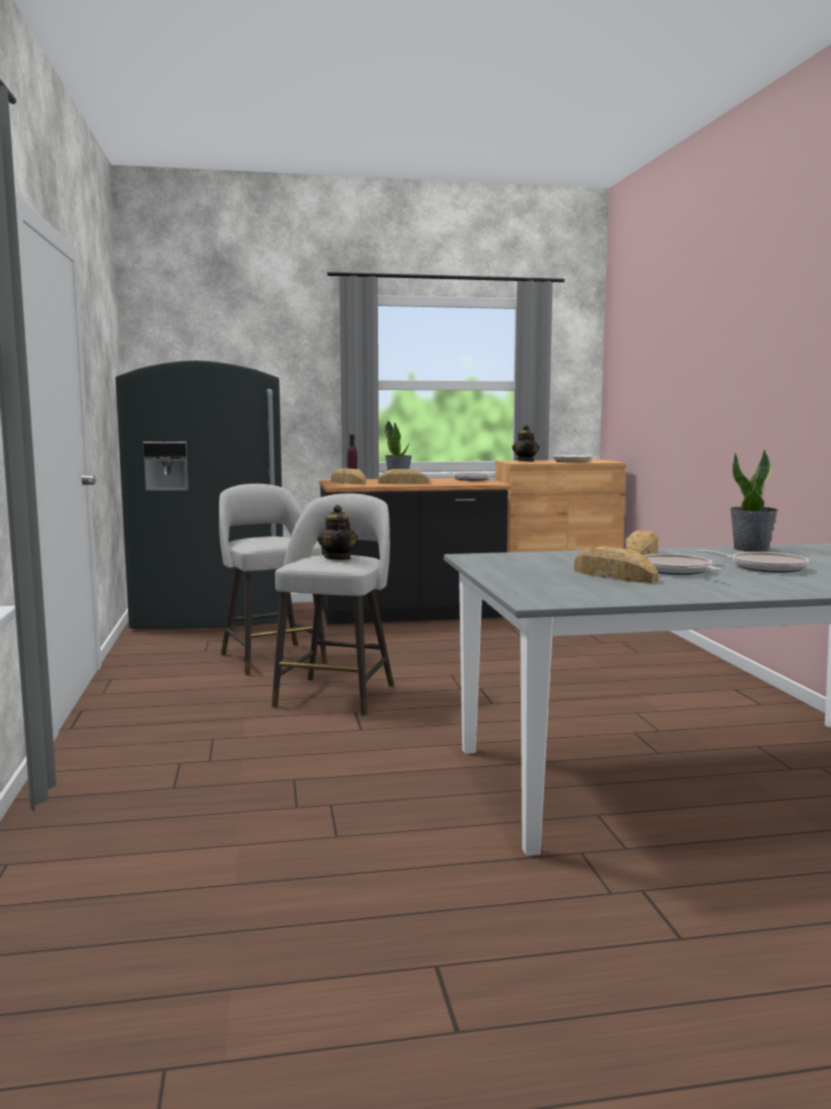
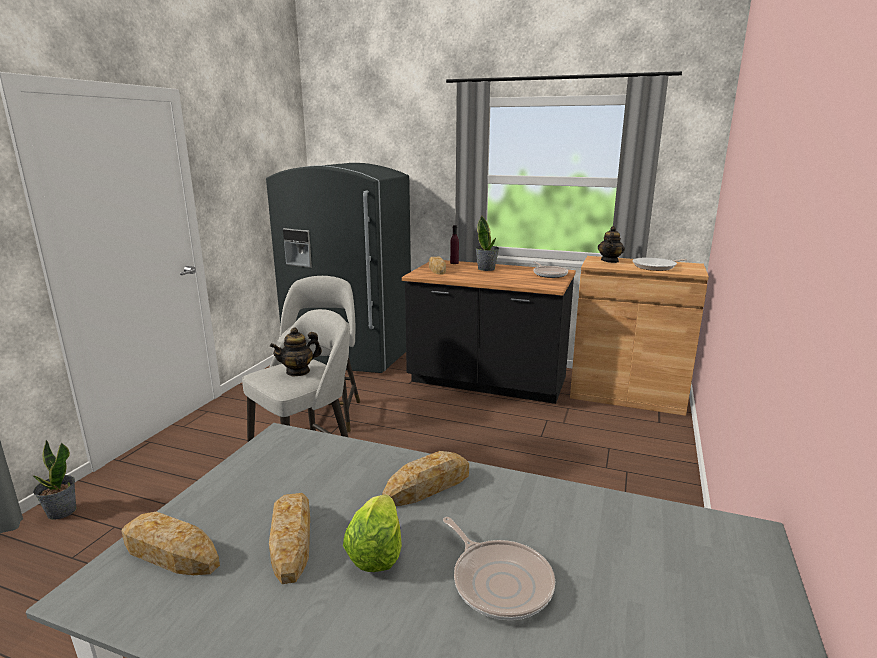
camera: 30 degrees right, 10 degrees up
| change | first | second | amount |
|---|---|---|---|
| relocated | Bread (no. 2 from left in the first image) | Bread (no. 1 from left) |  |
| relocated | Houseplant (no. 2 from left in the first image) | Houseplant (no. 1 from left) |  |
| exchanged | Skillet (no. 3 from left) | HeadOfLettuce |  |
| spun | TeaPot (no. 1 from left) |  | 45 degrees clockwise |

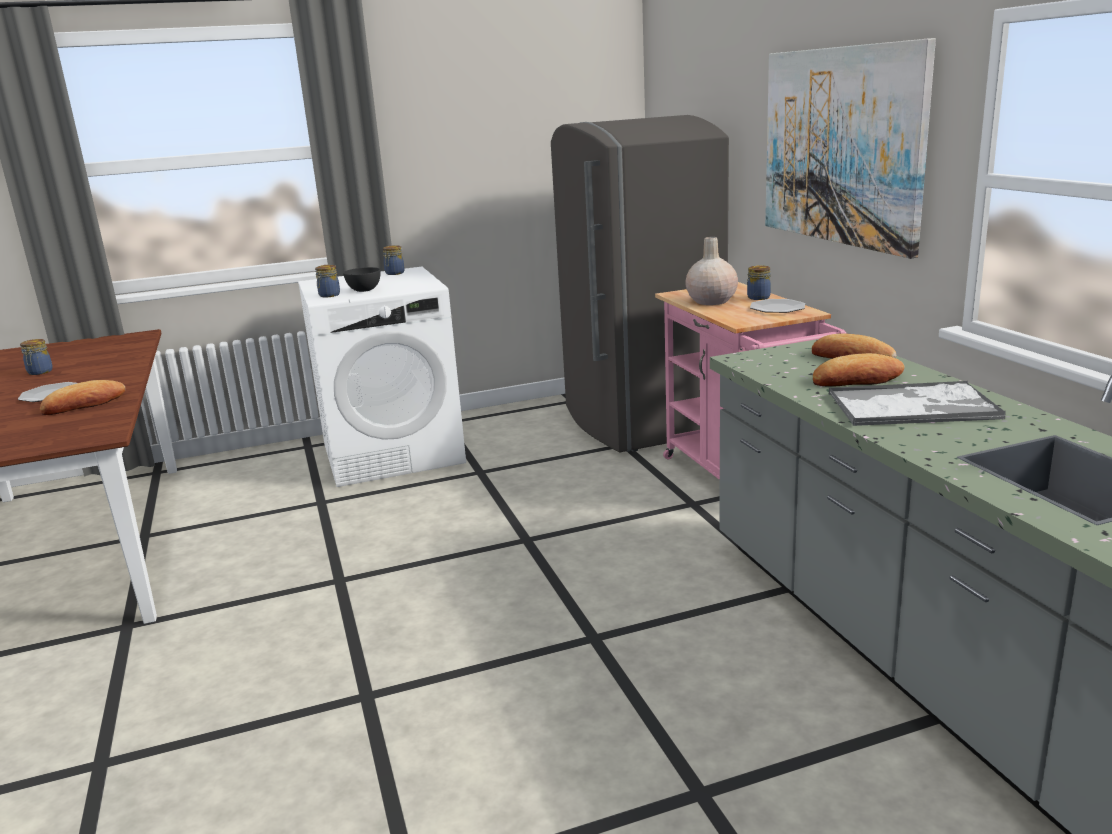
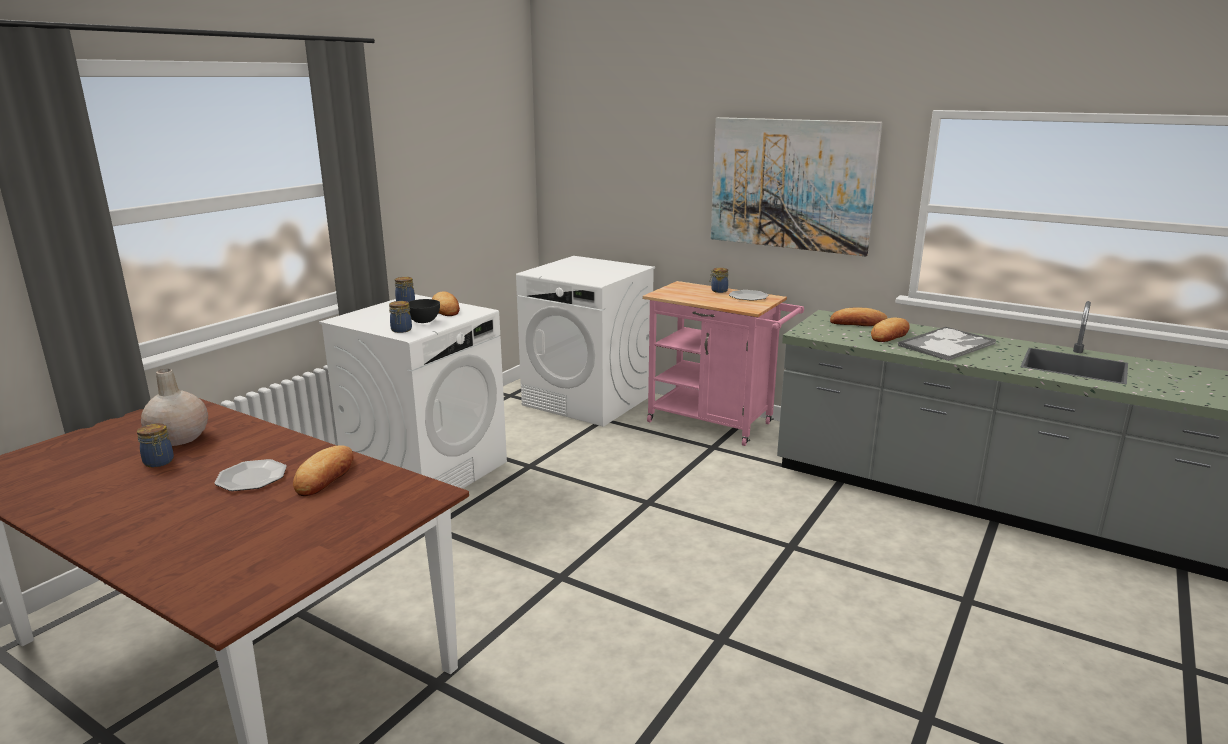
camera: 40 degrees left, 0 degrees up
| change | first | second | amount |
|---|---|---|---|
| appeared |  | Bread (no. 2 from left) |  |
| relocated | SandColouredVase |  |  |
| exchanged | GreyishRefrigerator | WhitishLaundryMachine (no. 2 from left) |  |

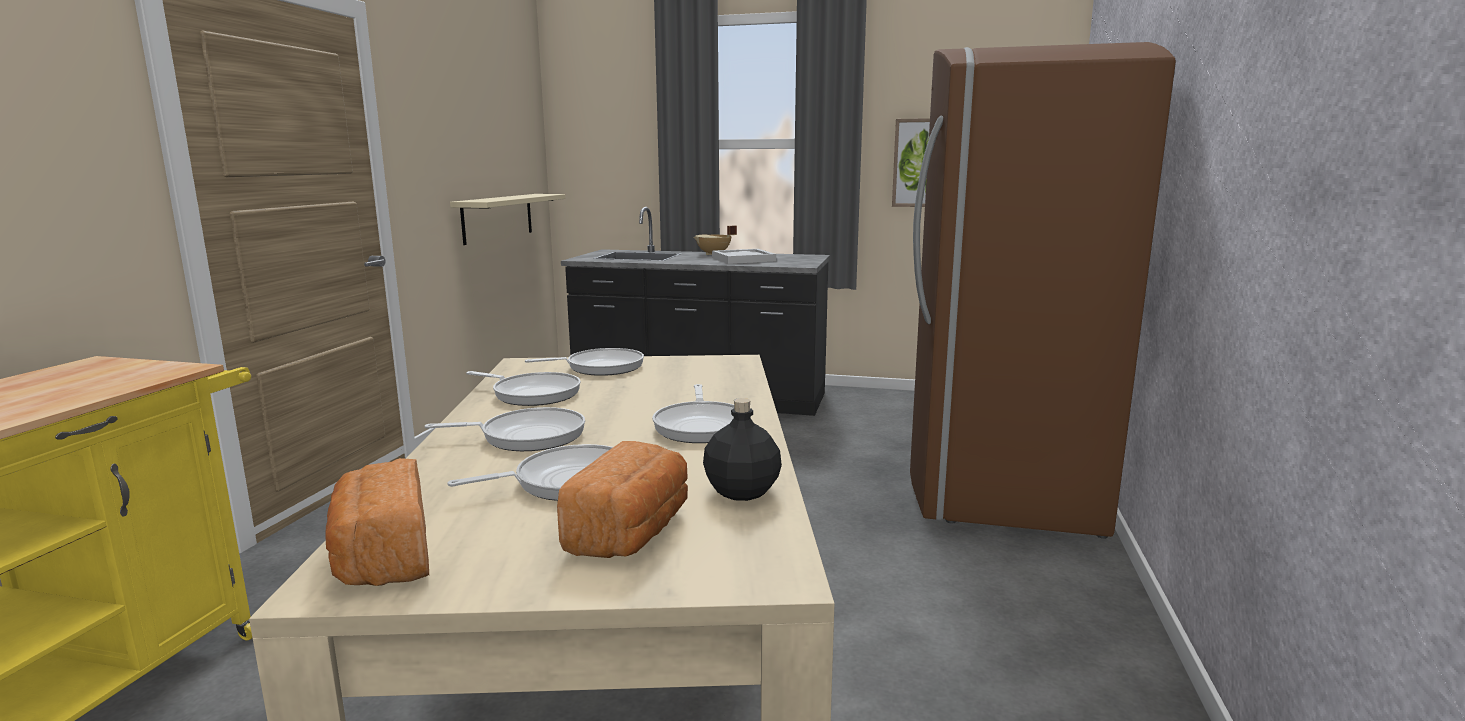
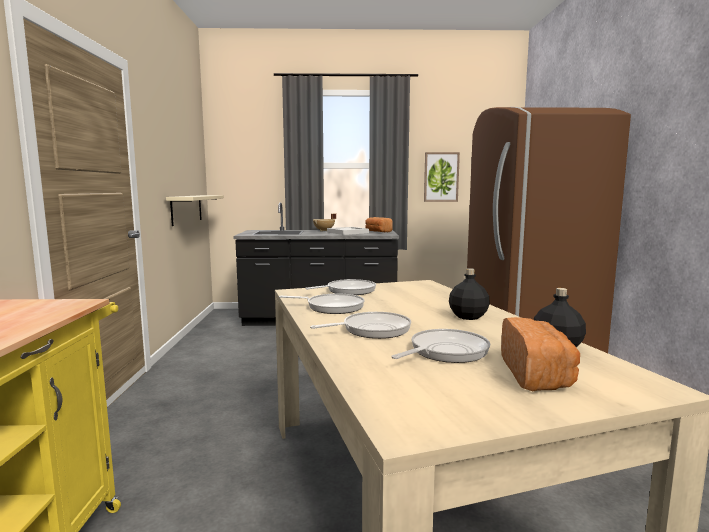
camera: 15 degrees left, 5 degrees down
| change | first | second | amount |
|---|---|---|---|
| relocated | Bread (no. 1 from left) |  |  |
| exchanged | Skillet (no. 5 from left) | BlackColouredBeverageBottle (no. 1 from left) |  |

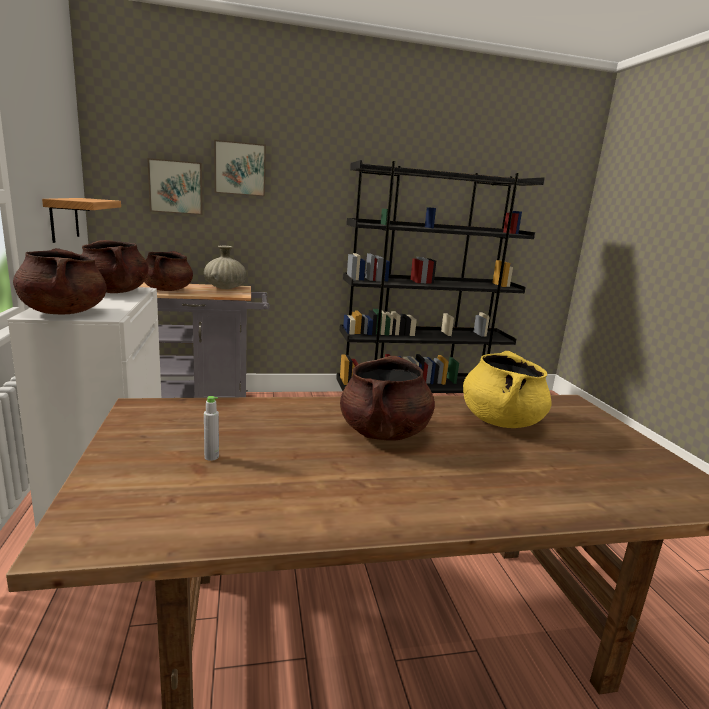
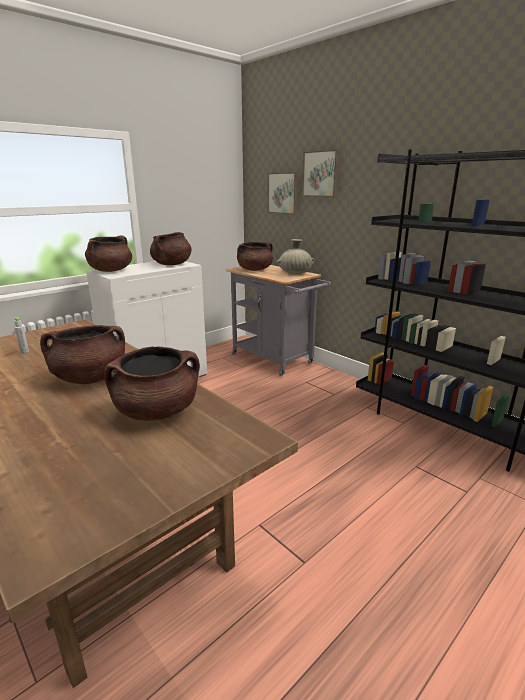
camera: 60 degrees right, 5 degrees up
| change | first | second | amount |
|---|---|---|---|
| missing | Shelf |  |  |
| colour | YellowishStockpot | BrownishStockpot (no. 3 from left) |  |

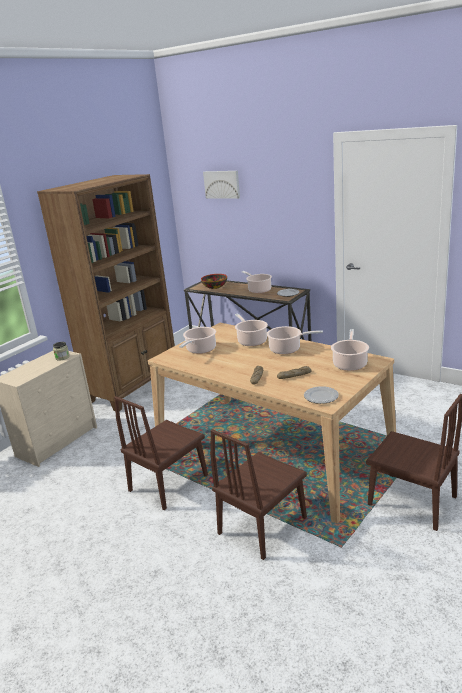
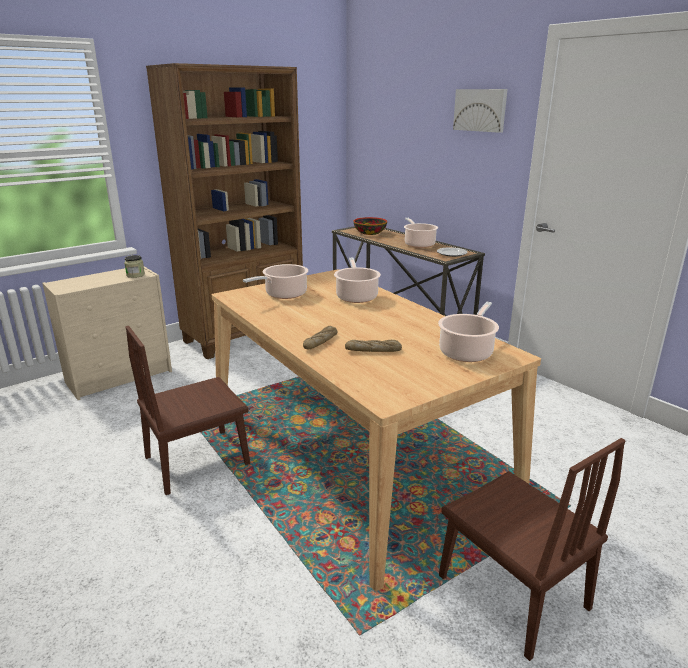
camera: 15 degrees right, 0 degrees up
| change | first | second | amount |
|---|---|---|---|
| missing | BrownishPlainChair (no. 2 from left) |  |  |
| missing | Stockpot (no. 4 from left) |  |  |
| missing | DinnerPlate (no. 2 from left) |  |  |
| relocated | Picture |  |  |

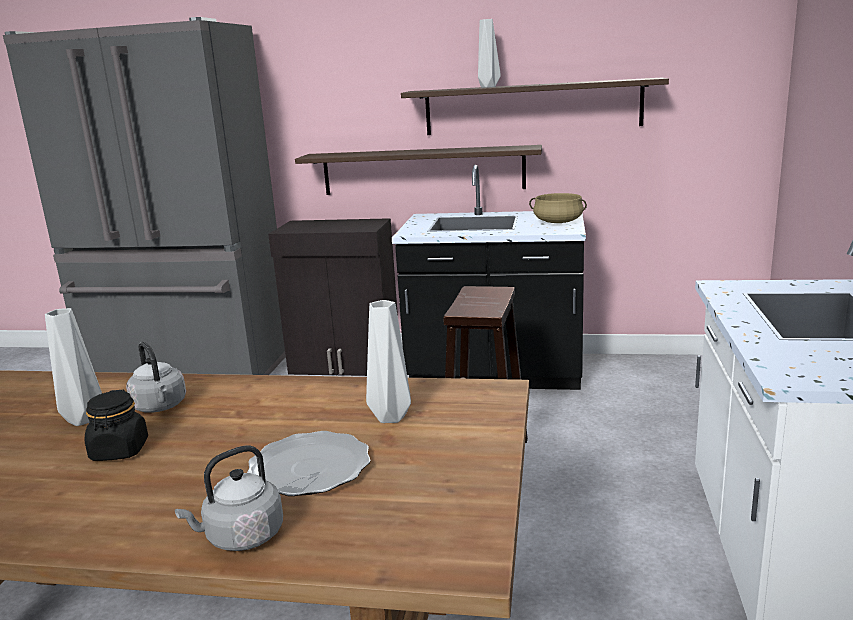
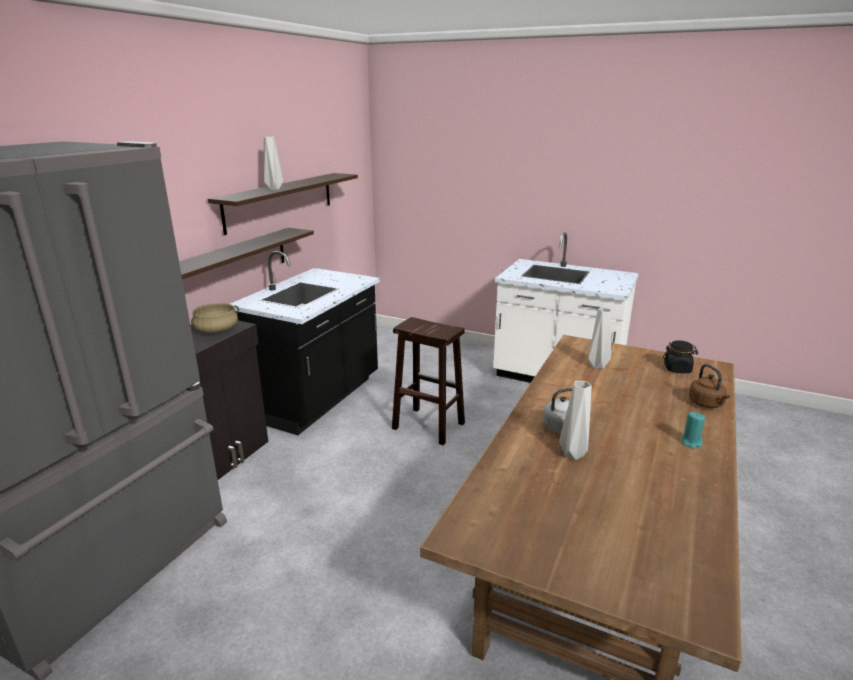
camera: 75 degrees left, 5 degrees up
| change | first | second | amount |
|---|---|---|---|
| missing | DinnerPlate |  |  |
| appeared |  | TurquoiseWaxLight |  |
| relocated | BlackColouredStorageJar |  |  |
| relocated | SandColouredStockpot |  |  |
| colour | GreyishWaterKettle (no. 2 from left) | BrownishWaterKettle |  |

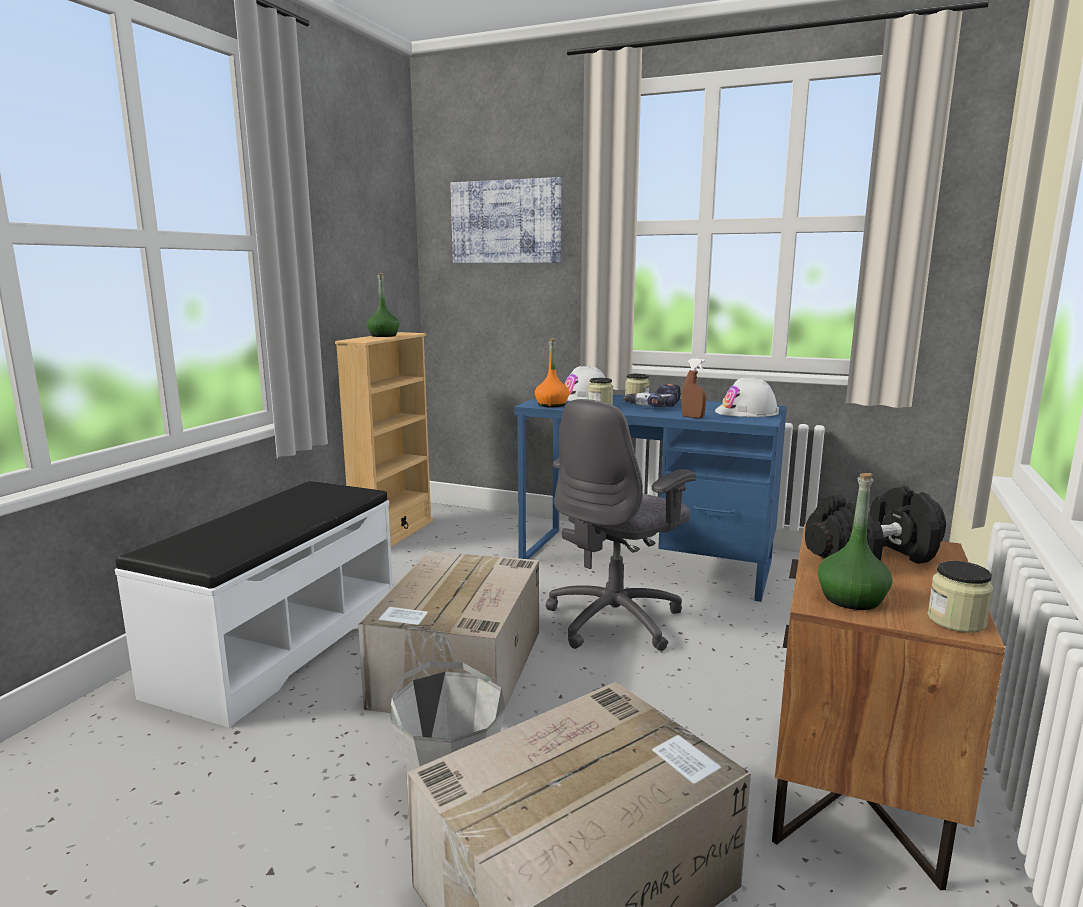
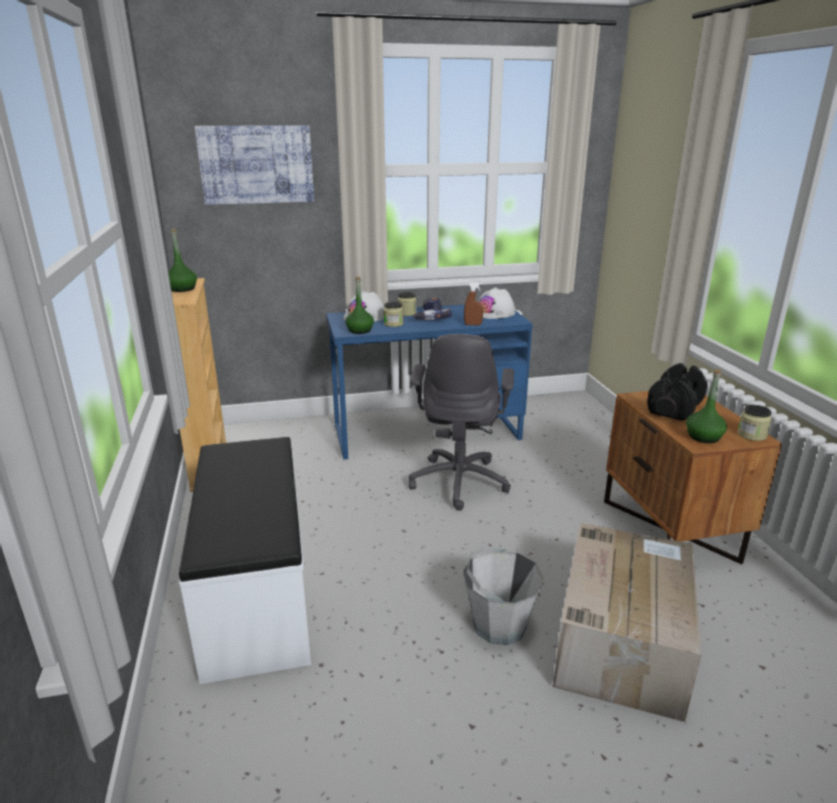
camera: 35 degrees left, 10 degrees up
| change | first | second | amount |
|---|---|---|---|
| missing | CardboardBox (no. 1 from left) |  |  |
| colour | OrangeyBeverageBottle | GreenishBeverageBottle (no. 2 from left) |  |

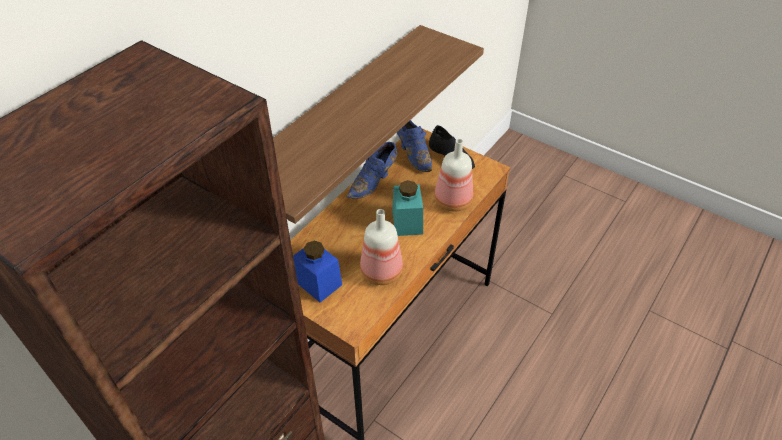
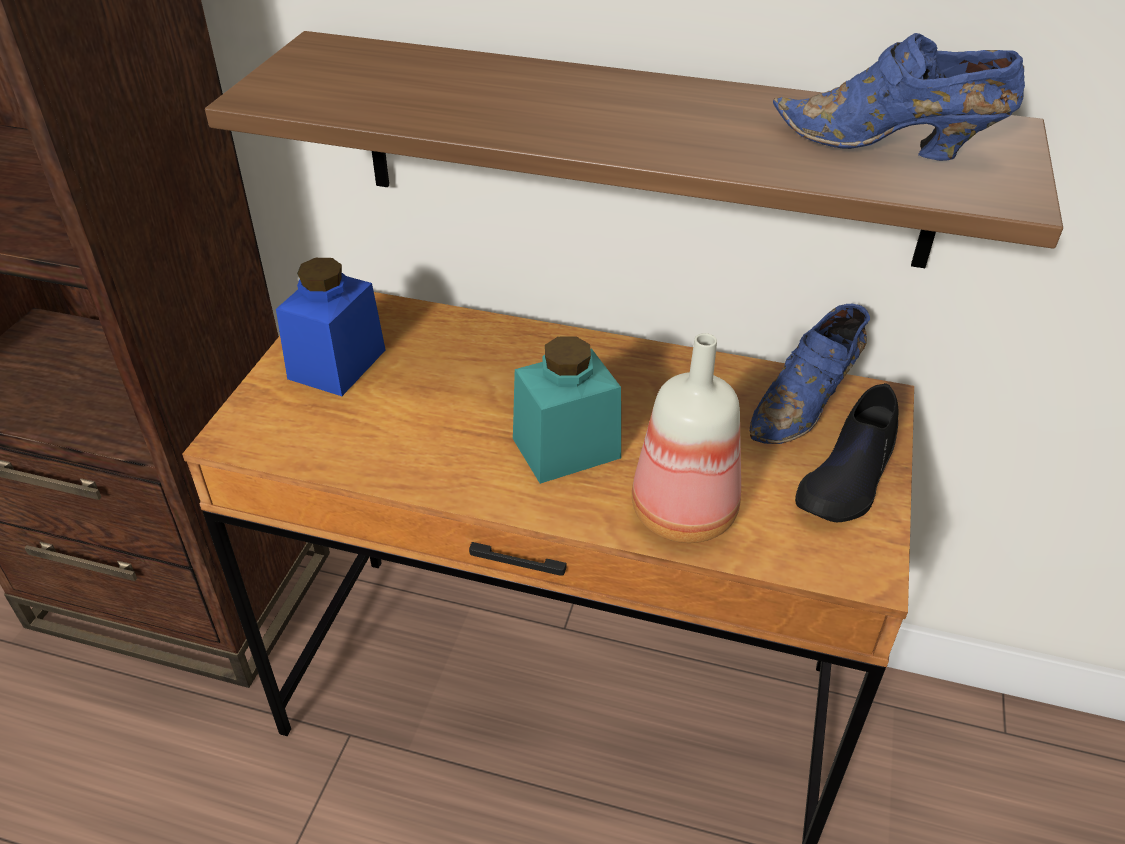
camera: 70 degrees right, 5 degrees down
| change | first | second | amount |
|---|---|---|---|
| missing | BeverageBottle (no. 1 from left) |  |  |
| relocated | BlueLowShoe (no. 1 from left in the first image) | BlueLowShoe (no. 2 from left) |  |

